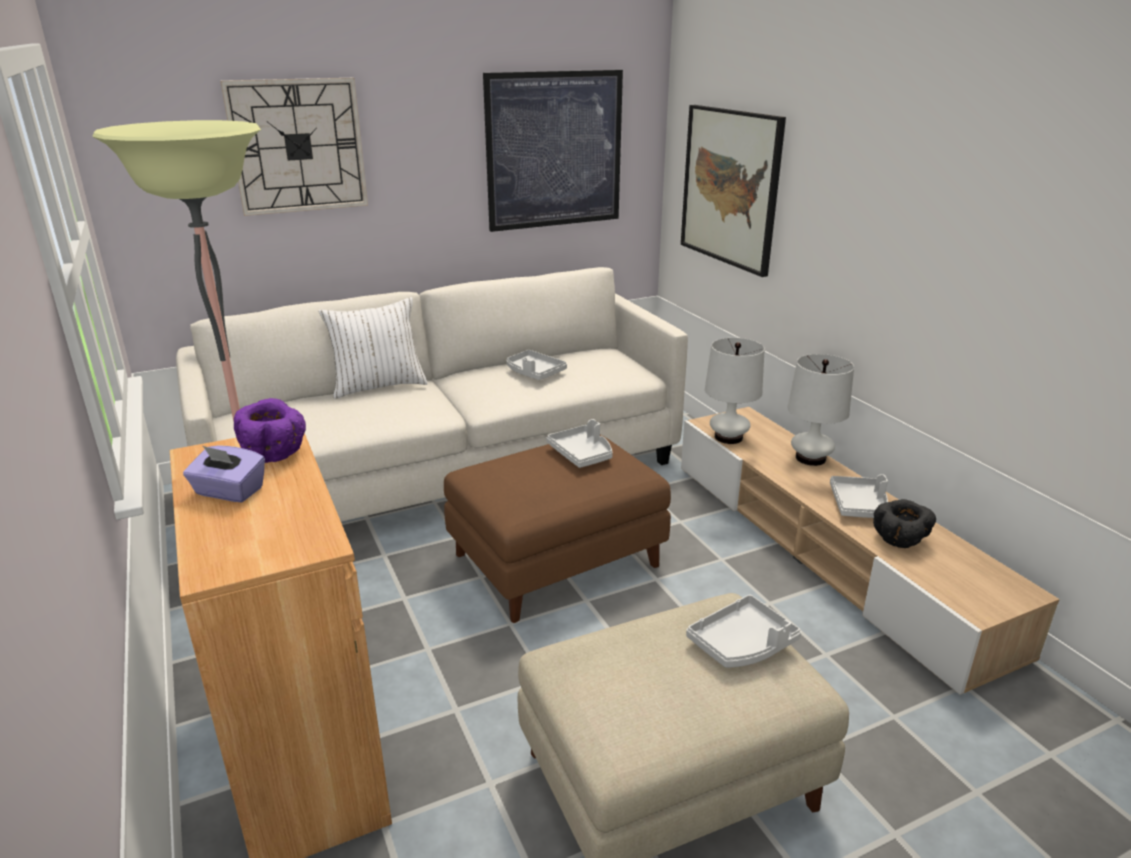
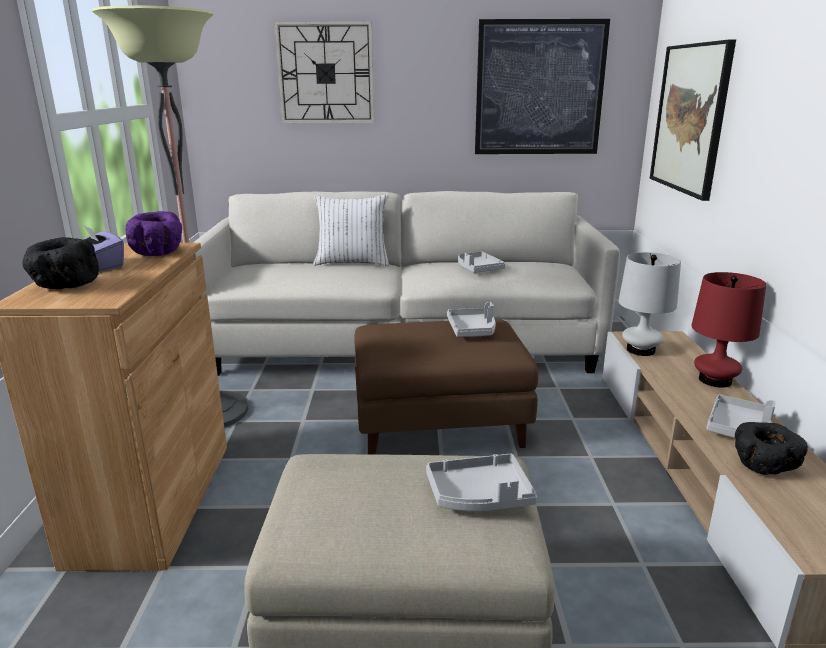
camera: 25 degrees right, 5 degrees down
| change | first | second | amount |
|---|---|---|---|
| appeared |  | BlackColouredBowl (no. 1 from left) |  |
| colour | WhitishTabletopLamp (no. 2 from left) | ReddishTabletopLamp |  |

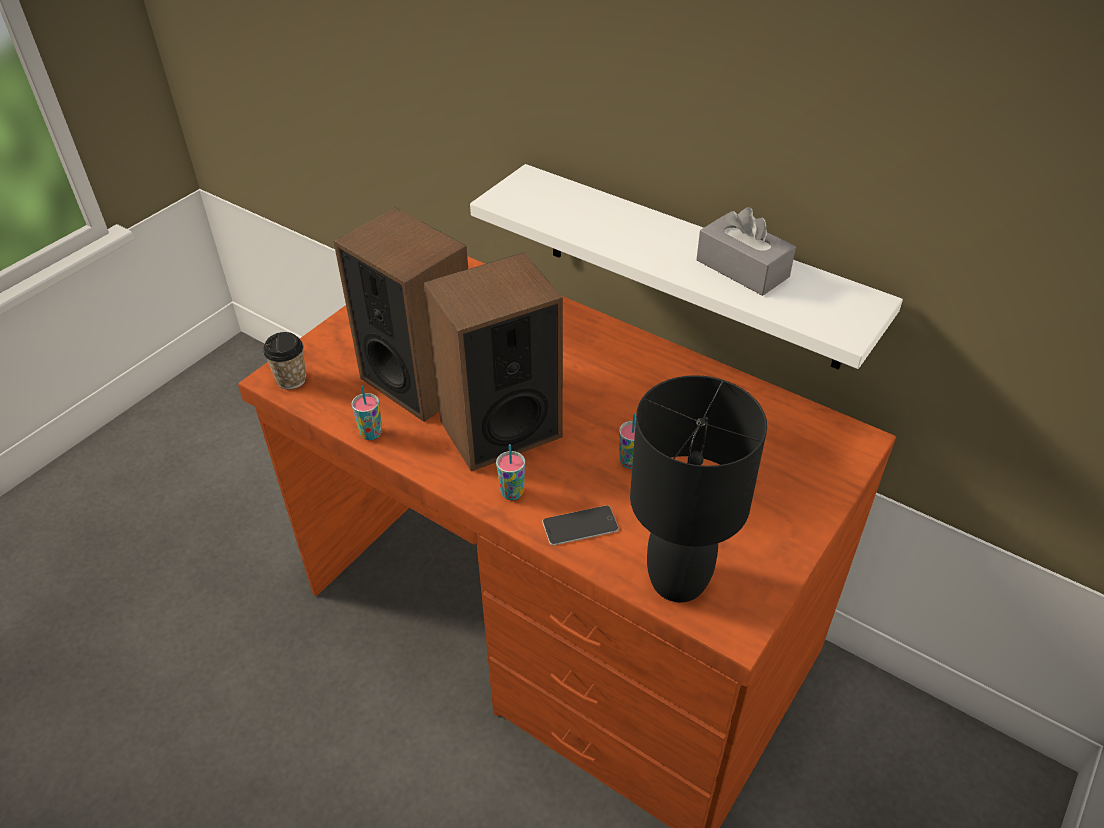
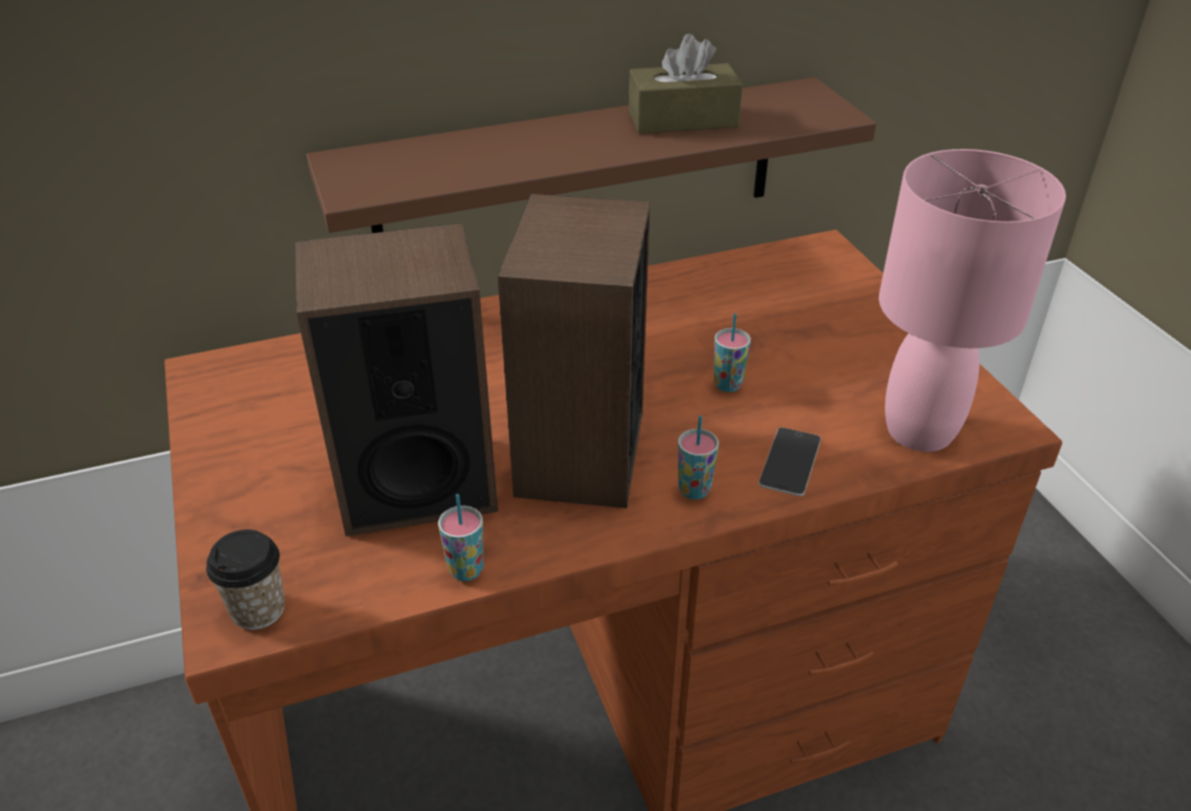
camera: 55 degrees left, 5 degrees down
| change | first | second | amount |
|---|---|---|---|
| colour | WhitishShelf | BrownishShelf |  |
| colour | BlackColouredTabletopLamp | PinkTabletopLamp |  |
| colour | GreyishTissueBox | BrownishTissueBox |  |

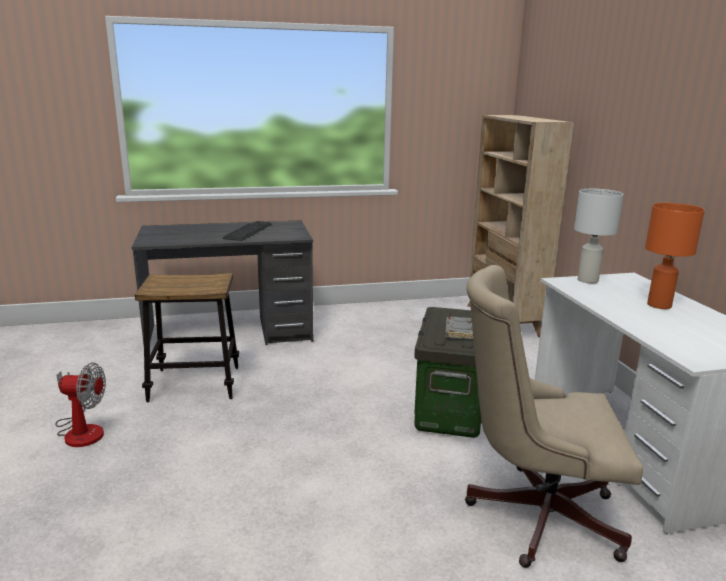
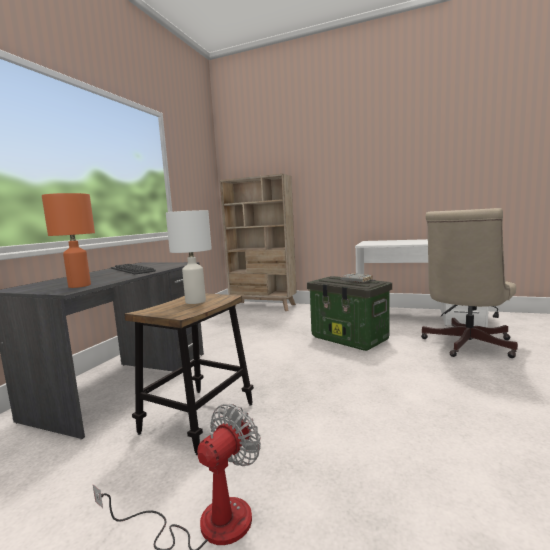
camera: 55 degrees left, 10 degrees down
| change | first | second | amount |
|---|---|---|---|
| relocated | WhitishTabletopLamp |  |  |
| relocated | OrangeyTabletopLamp |  |  |

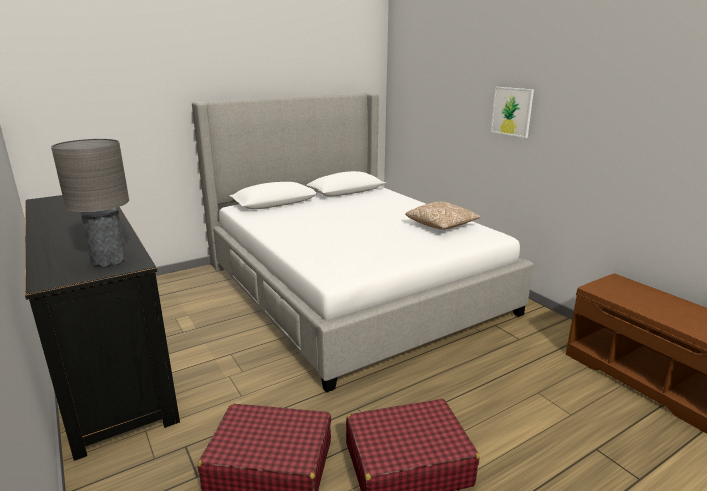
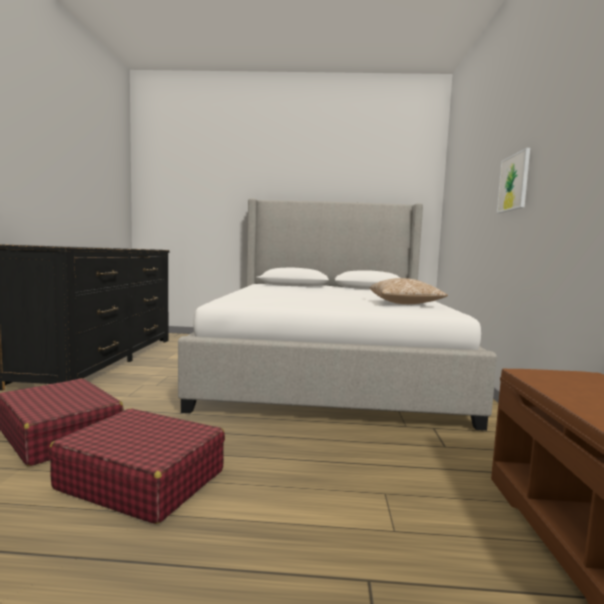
camera: 35 degrees right, 15 degrees down
| change | first | second | amount |
|---|---|---|---|
| missing | GreyishTabletopLamp |  |  |

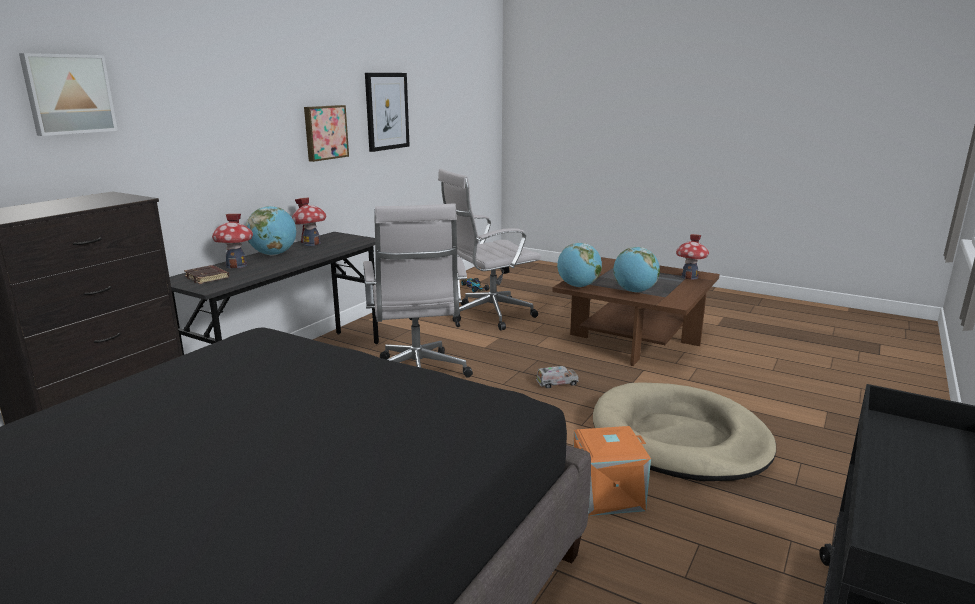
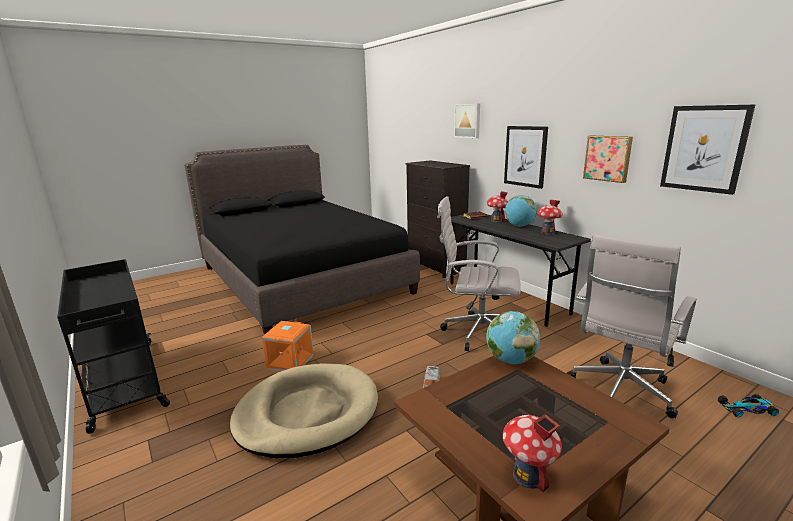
camera: 115 degrees right, 0 degrees up
| change | first | second | amount |
|---|---|---|---|
| missing | Globe (no. 3 from left) |  |  |
| appeared |  | Picture (no. 2 from left) |  |
| spun | WhitishDeskChair (no. 2 from left) |  | 135 degrees counterclockwise |

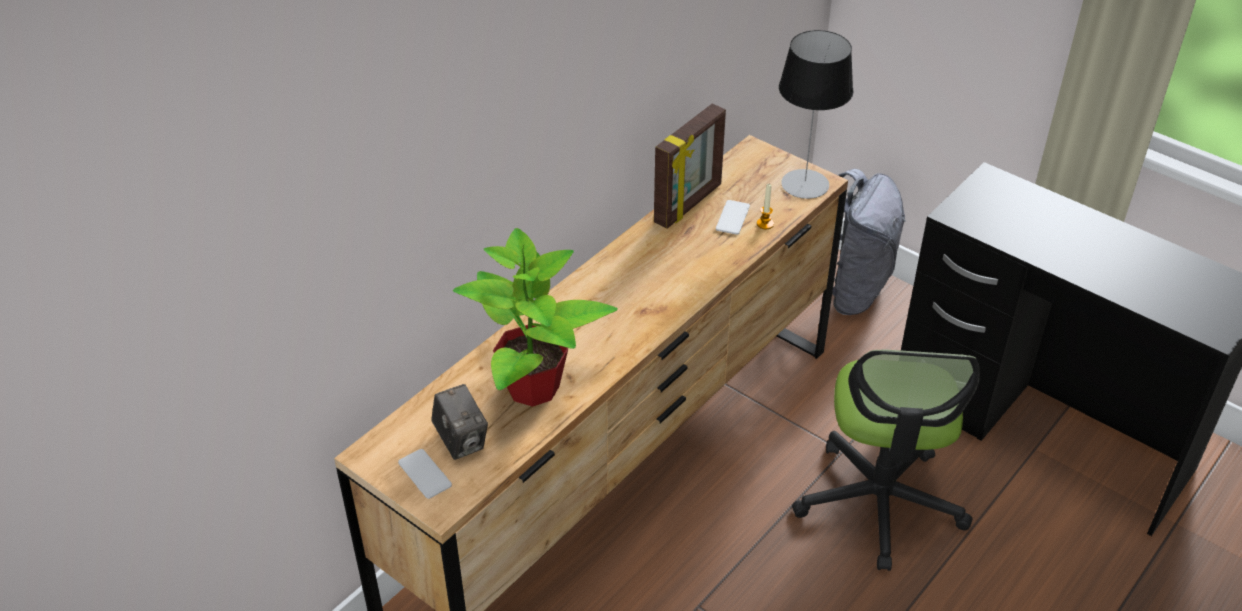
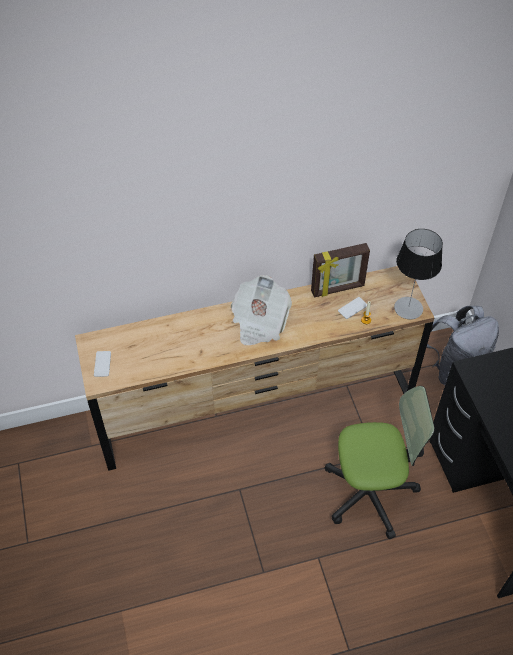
camera: 35 degrees right, 10 degrees up
| change | first | second | amount |
|---|---|---|---|
| missing | PhotoCamera |  |  |
| missing | Houseplant |  |  |
| appeared |  | PrintedPaper |  |
| spun | DeskChair |  | 135 degrees counterclockwise |

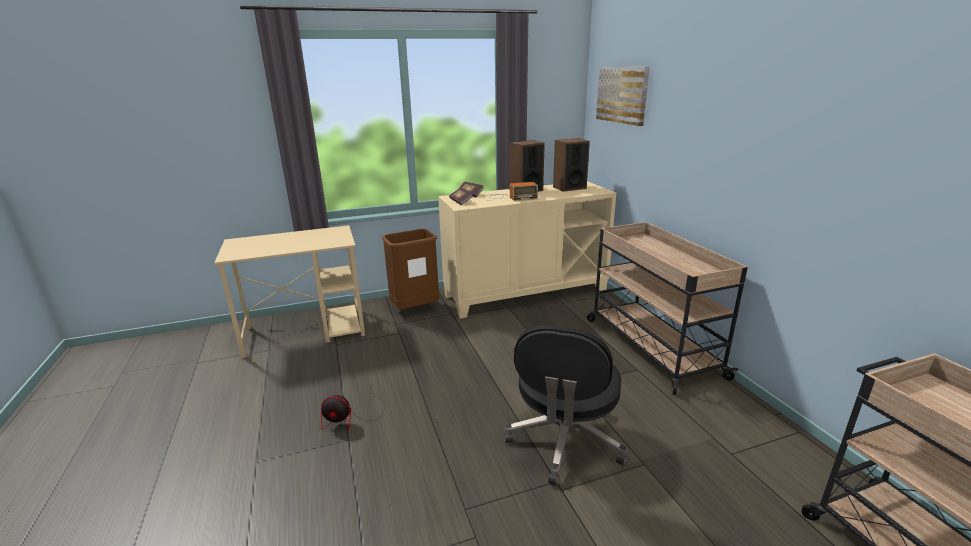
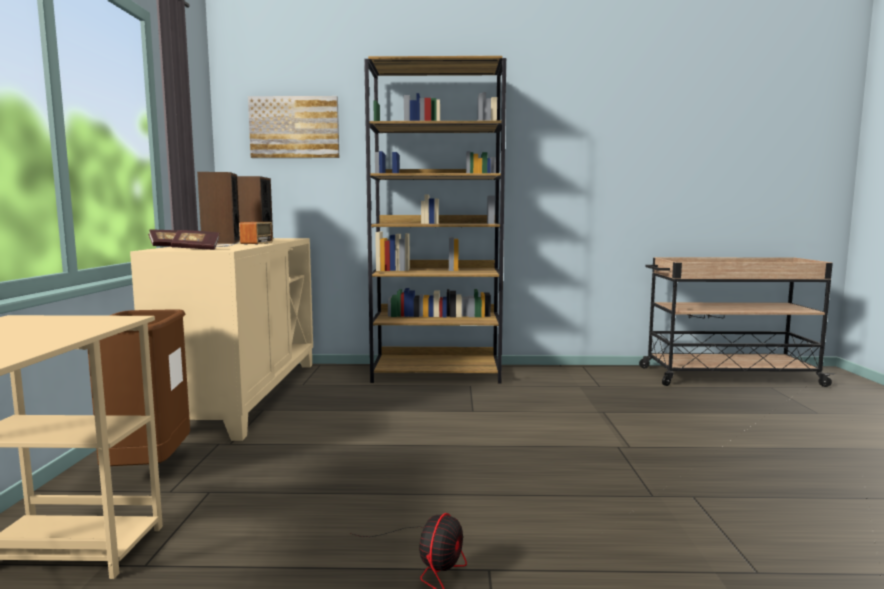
camera: 70 degrees left, 15 degrees down
| change | first | second | amount |
|---|---|---|---|
| missing | BlackColouredDeskChair |  |  |
| exchanged | SandColouredWheeledCart (no. 1 from left) | BrownishBookshelf |  |

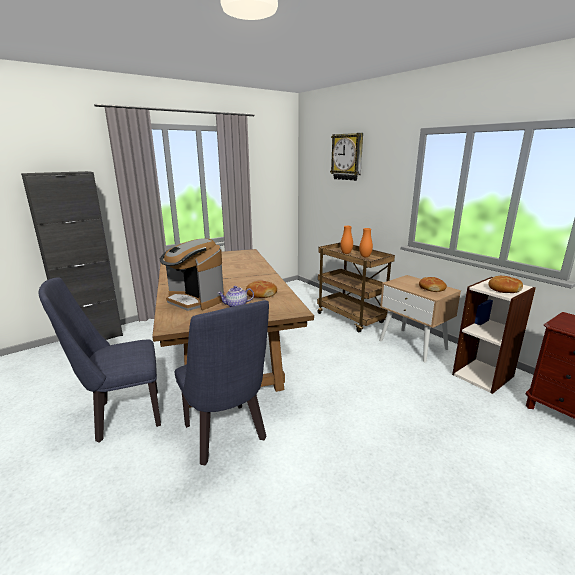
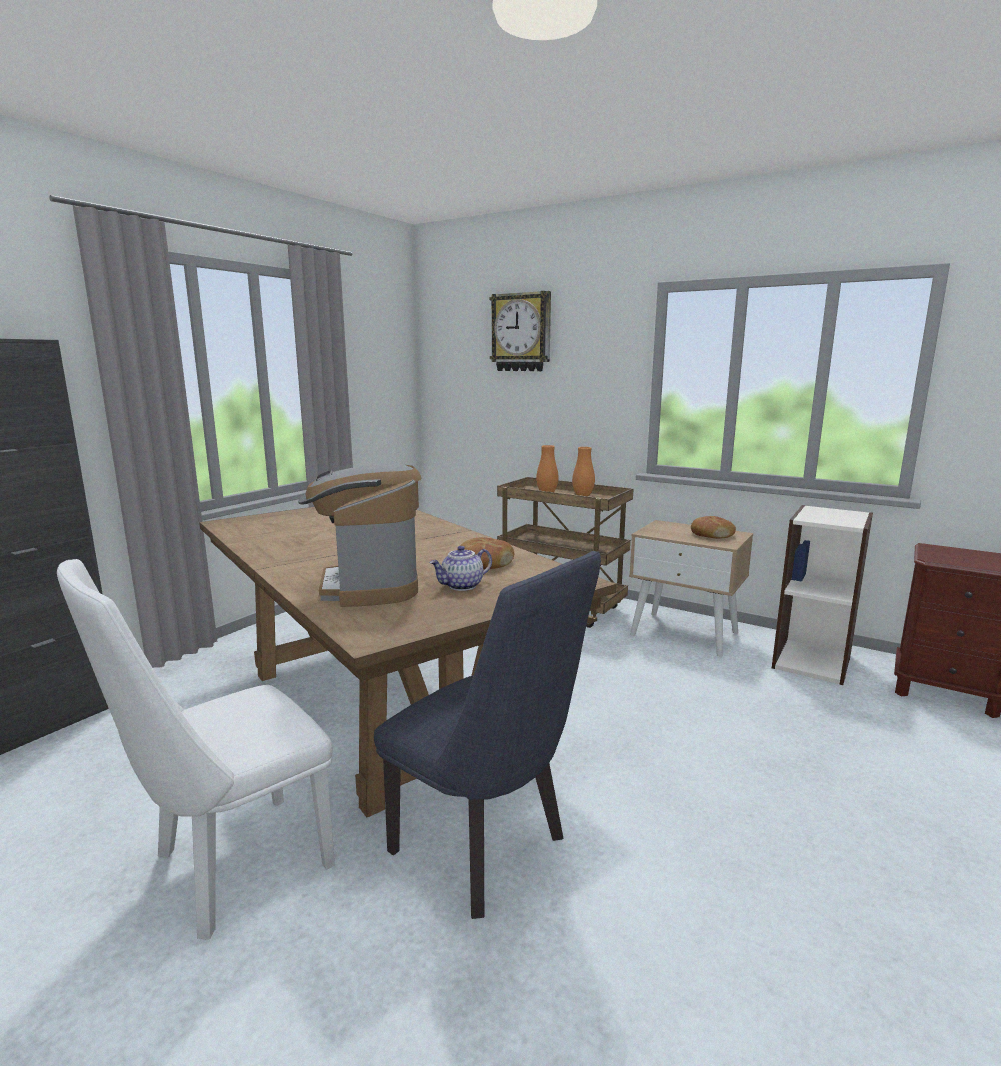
camera: 20 degrees left, 5 degrees down
| change | first | second | amount |
|---|---|---|---|
| missing | Bread (no. 3 from left) |  |  |
| colour | BluePlainChair (no. 1 from left) | WhitishPlainChair |  |
| spun | CoffeeMachine |  | 60 degrees clockwise |

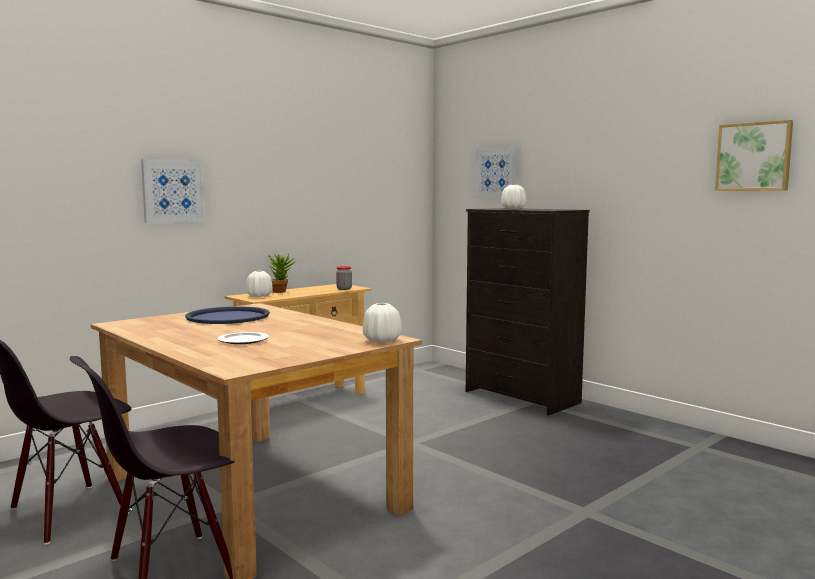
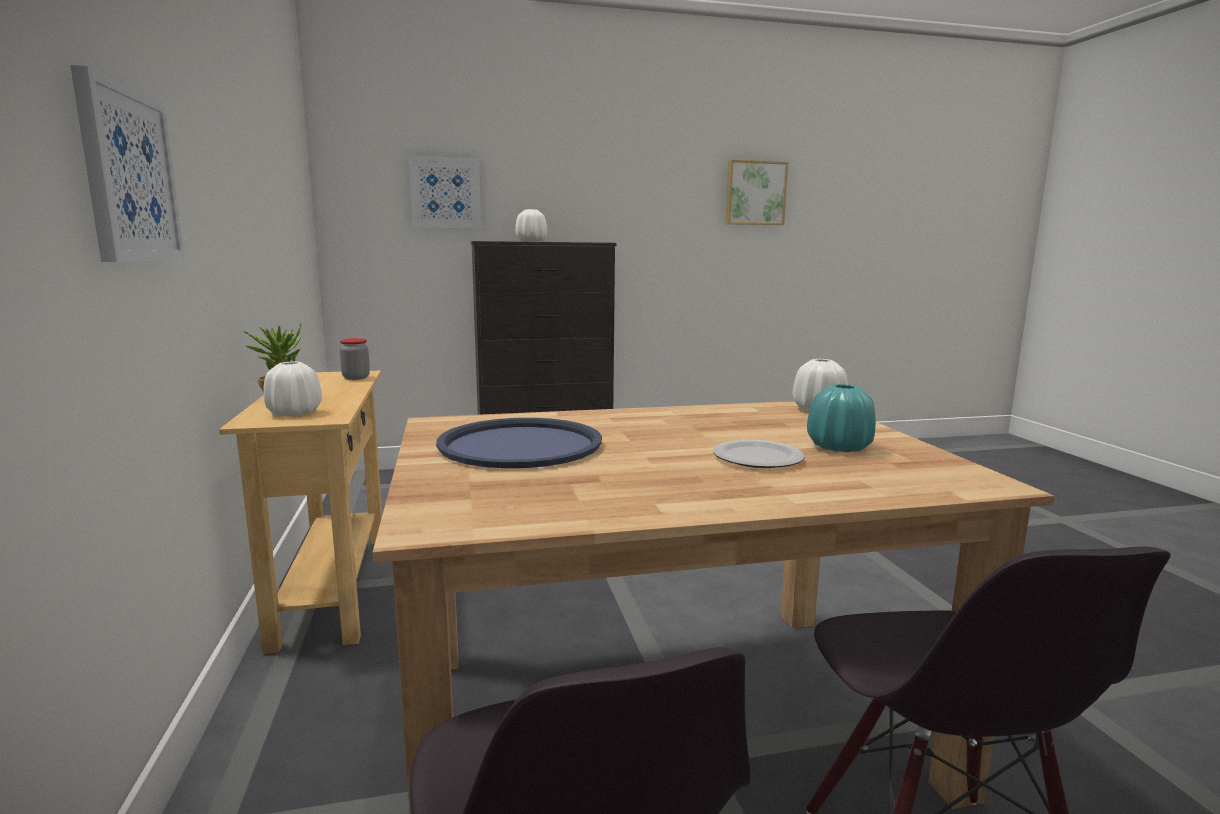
camera: 60 degrees left, 5 degrees up
| change | first | second | amount |
|---|---|---|---|
| appeared |  | TurquoiseVase |  |

